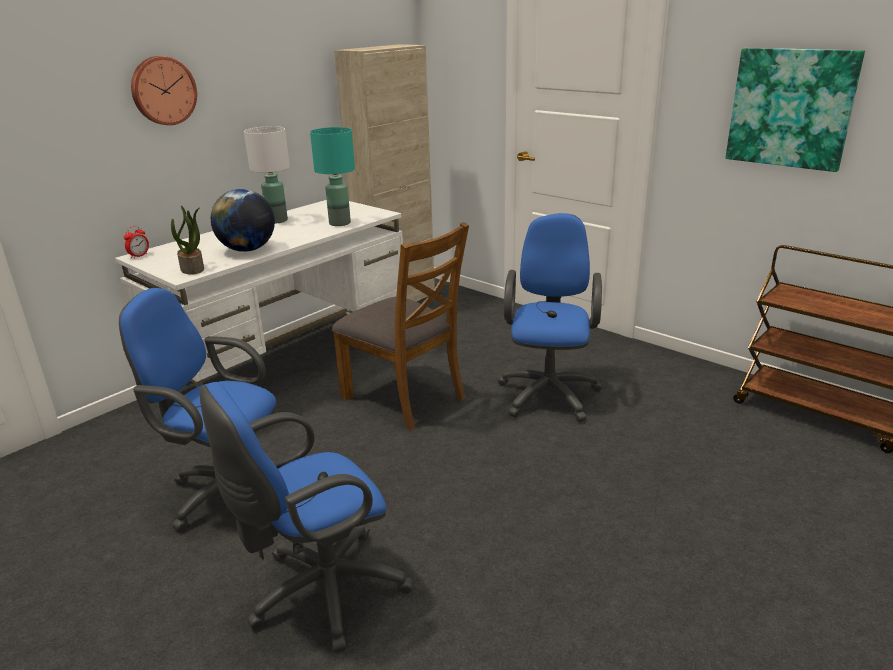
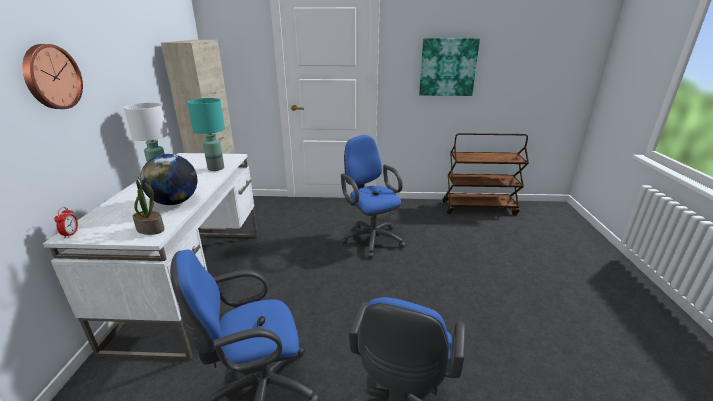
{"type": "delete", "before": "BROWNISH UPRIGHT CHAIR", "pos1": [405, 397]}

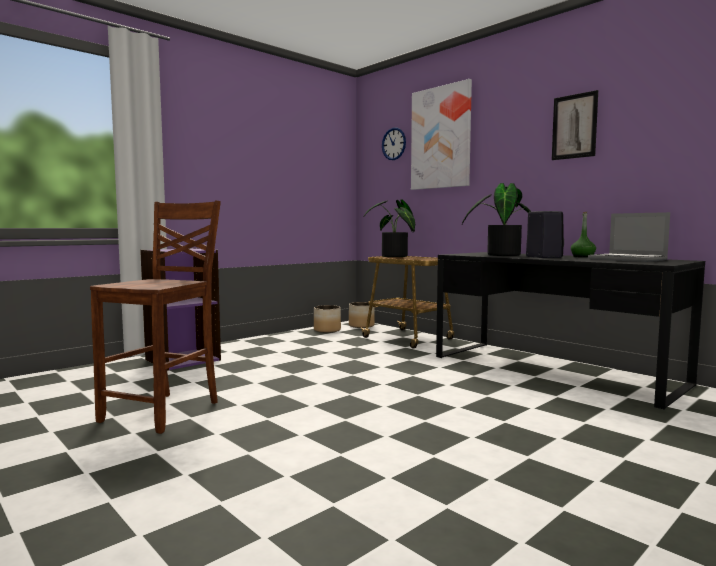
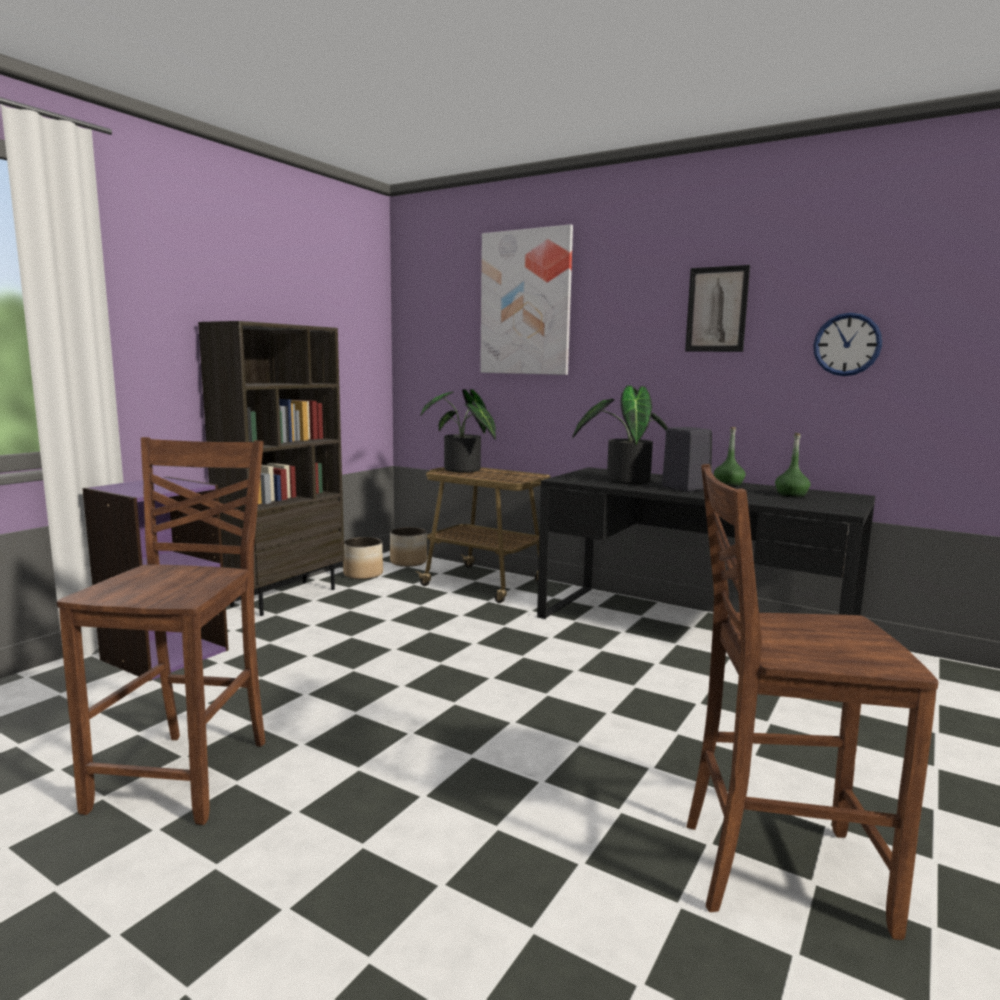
{"type": "move", "before": "CLOCK ON THE WALL", "pos1": [394, 144], "pos2": [847, 344]}
{"type": "replace", "before": "PORTABLE COMPUTER", "after": "GREENISH DRINK BOTTLE", "pos1": [628, 259], "pos2": [791, 495]}
{"type": "insert", "after": "BROWNISH SHELVING UNIT", "pos2": [284, 597]}
{"type": "insert", "after": "BROWNISH UPRIGHT CHAIR", "pos2": [776, 870]}

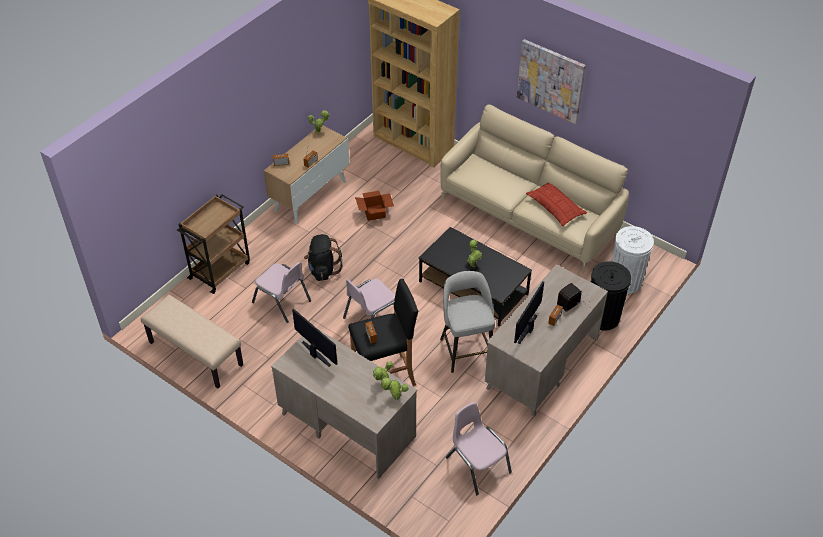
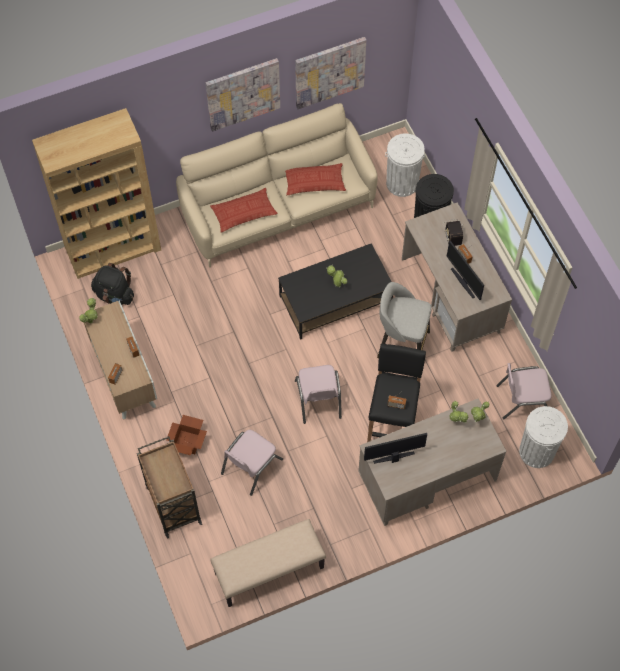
{"type": "move", "before": "CARDBOARD BOX", "pos1": [375, 213], "pos2": [188, 441]}
{"type": "move", "before": "BLACK-COLOURED KNAPSACK", "pos1": [323, 269], "pos2": [115, 295]}
{"type": "rotate", "before": "PINK UPRIGHT CHAIR", "pos1": [282, 301], "pos2": [251, 466], "turn": 150}
{"type": "insert", "after": "PICTURE", "pos2": [329, 72]}
{"type": "insert", "after": "PILLOW", "pos2": [244, 212]}
{"type": "insert", "after": "WHITE RUBBISH BIN", "pos2": [536, 451]}

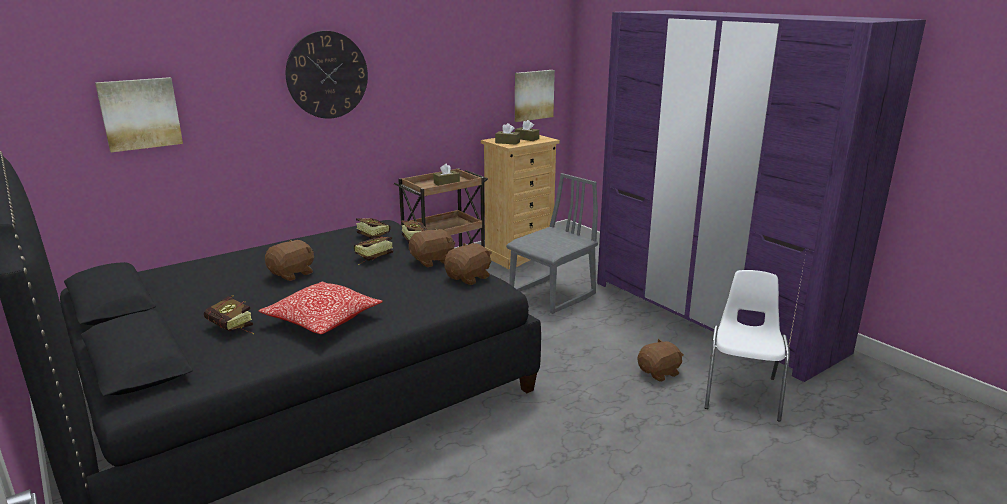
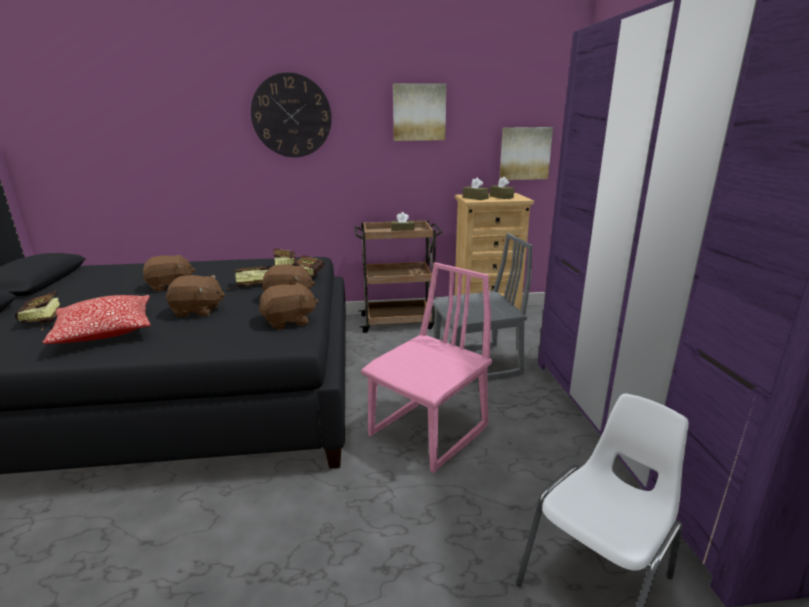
{"type": "move", "before": "PICTURE", "pos1": [140, 114], "pos2": [419, 112]}
{"type": "move", "before": "BROWNISH CUDDLY TOY", "pos1": [659, 373], "pos2": [198, 311]}
{"type": "insert", "after": "PINK UPRIGHT CHAIR", "pos2": [429, 432]}

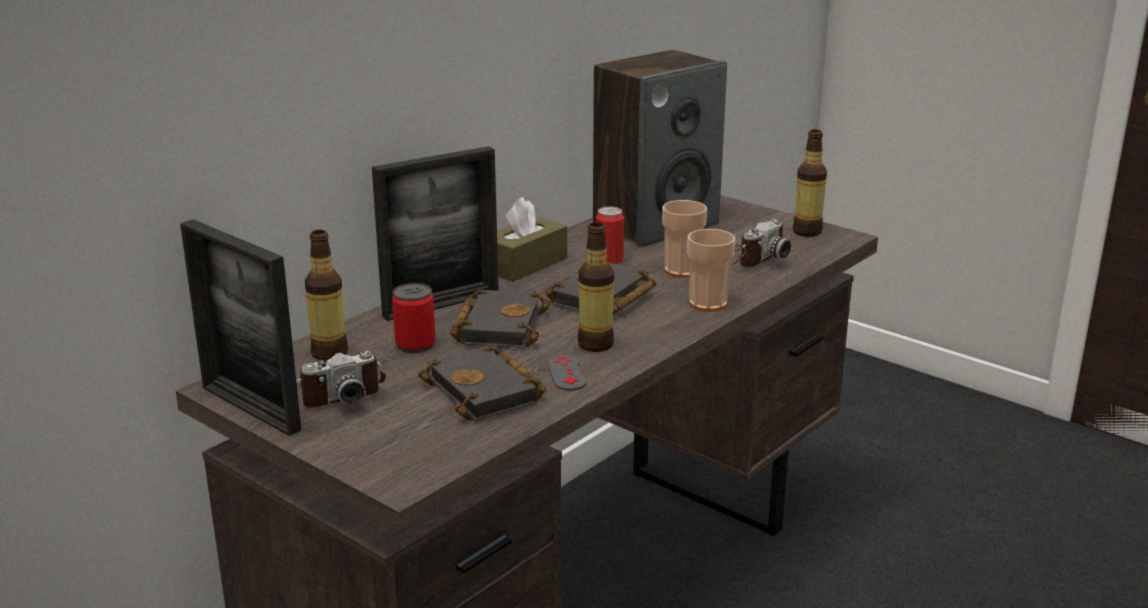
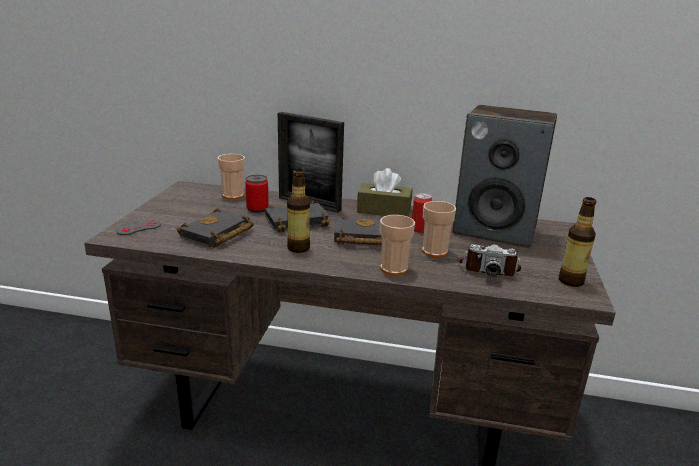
{"type": "delete", "before": "PICTURE FRAME", "pos1": [250, 408]}
{"type": "replace", "before": "DRINK BOTTLE", "after": "DRINKING CUP", "pos1": [329, 353], "pos2": [233, 195]}
{"type": "delete", "before": "STILL CAMERA", "pos1": [334, 394]}
{"type": "move", "before": "GRAY JOYPAD", "pos1": [566, 373], "pos2": [139, 228]}

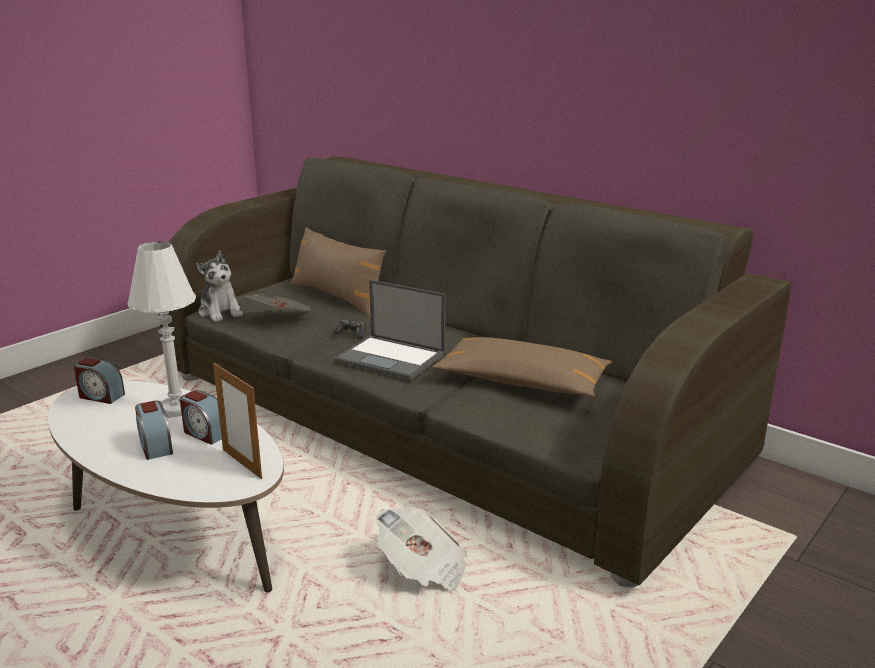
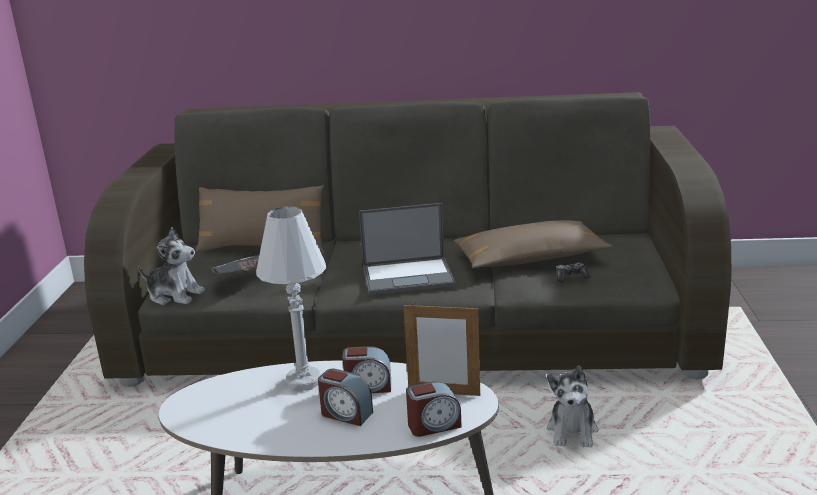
{"type": "move", "before": "JOYPAD", "pos1": [351, 333], "pos2": [571, 277]}
{"type": "move", "before": "TABLE CLOCK", "pos1": [100, 396], "pos2": [434, 425]}
{"type": "replace", "before": "PRINTED PAPER", "after": "CUDDLY TOY", "pos1": [424, 570], "pos2": [572, 431]}

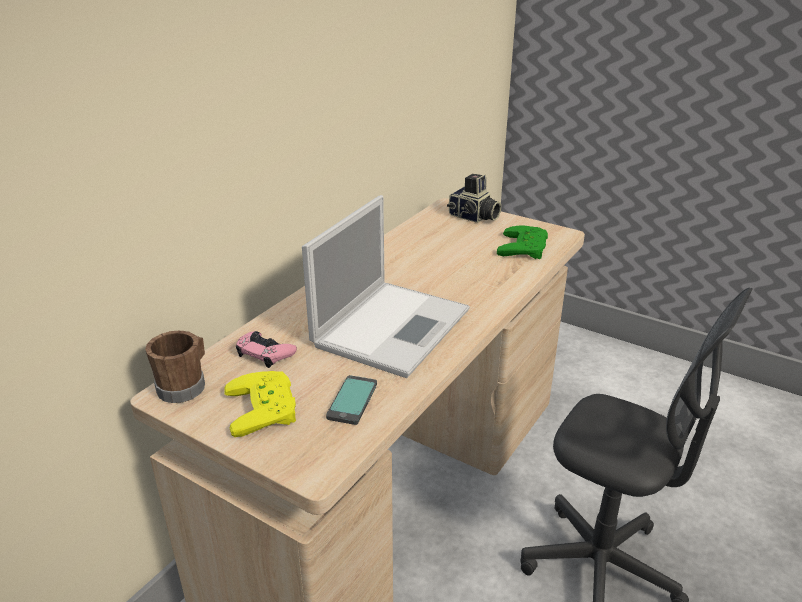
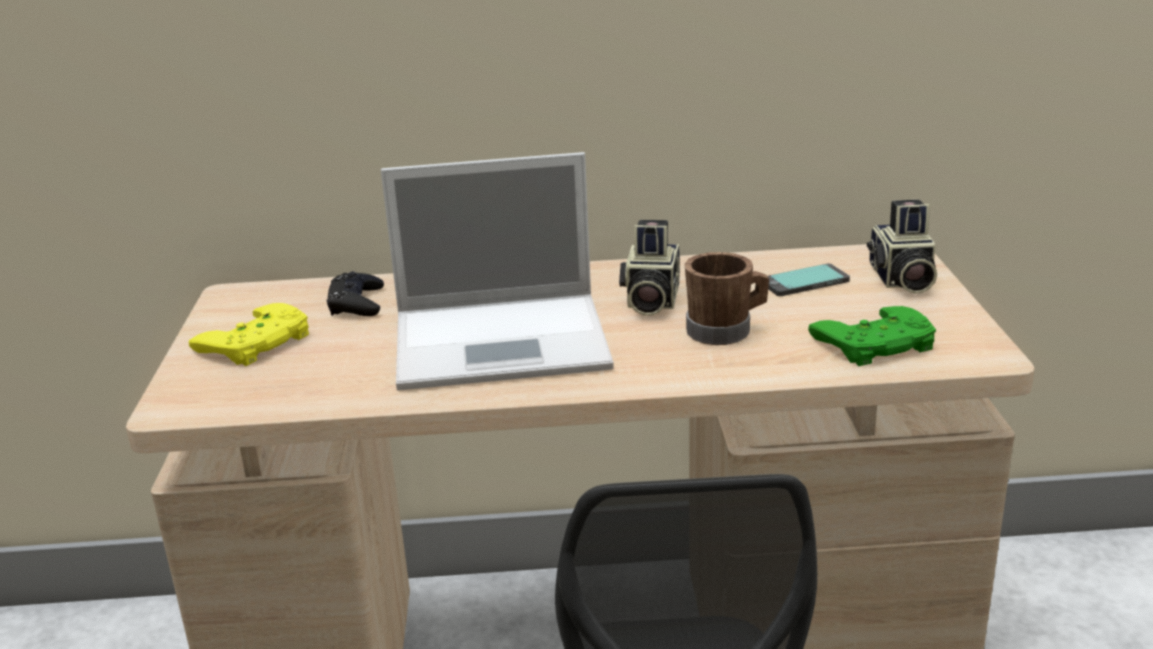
{"type": "move", "before": "BROWNISH TEA MUG", "pos1": [185, 385], "pos2": [725, 330]}
{"type": "recolor", "before": "PINK JOYPAD", "after": "BLACK-COLOURED JOYPAD", "pos1": [265, 353], "pos2": [357, 303]}
{"type": "move", "before": "HANDSET", "pos1": [352, 401], "pos2": [805, 282]}
{"type": "insert", "after": "STILL CAMERA", "pos2": [649, 300]}

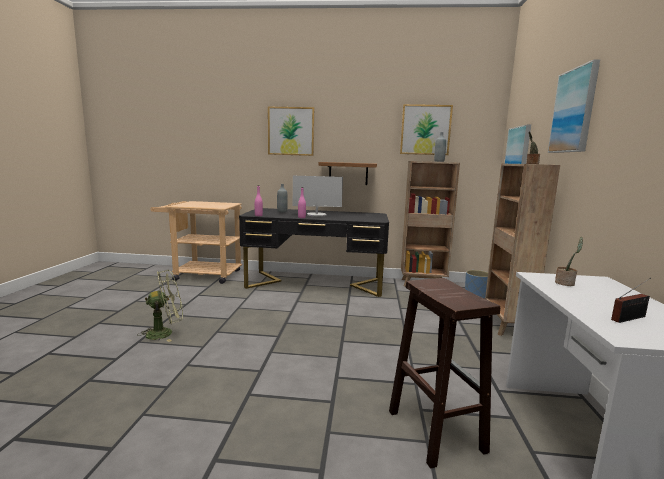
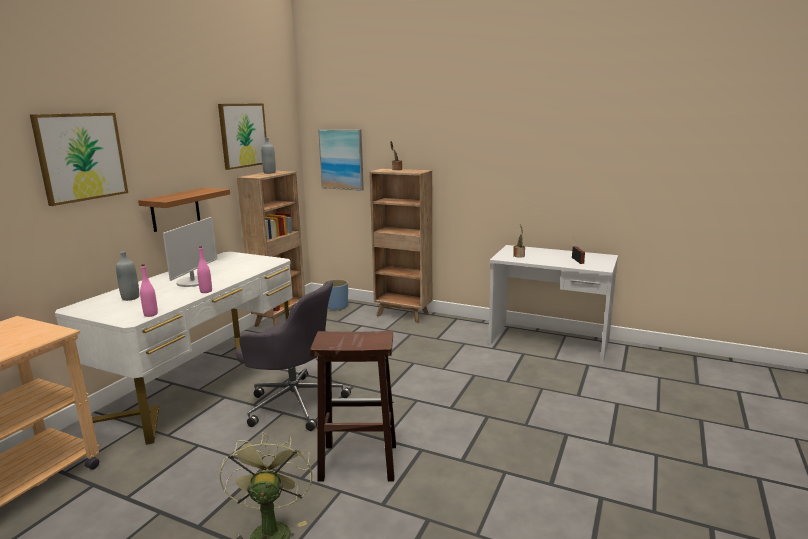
{"type": "delete", "before": "PICTURE", "pos1": [574, 111]}
{"type": "recolor", "before": "BLACK-COLOURED DESK UNIT", "after": "WHITE DESK UNIT", "pos1": [315, 283], "pos2": [202, 381]}
{"type": "move", "before": "BROWNISH STOOL SEAT", "pos1": [434, 430], "pos2": [357, 462]}
{"type": "insert", "after": "GRAY DESK CHAIR", "pos2": [294, 403]}

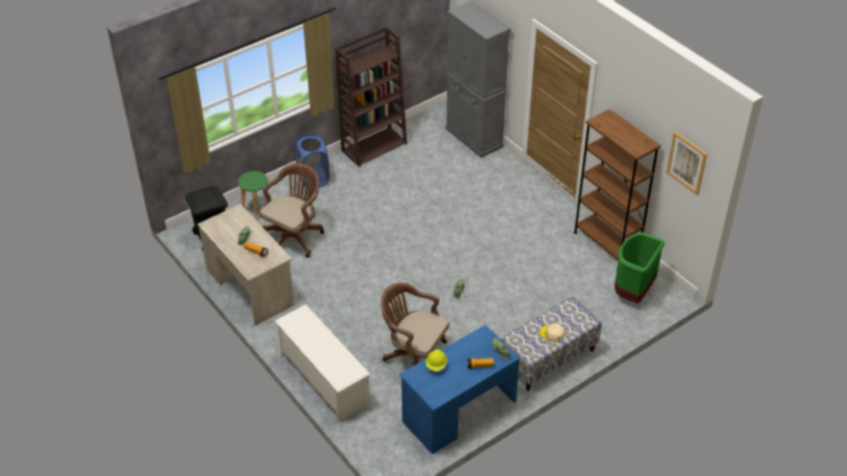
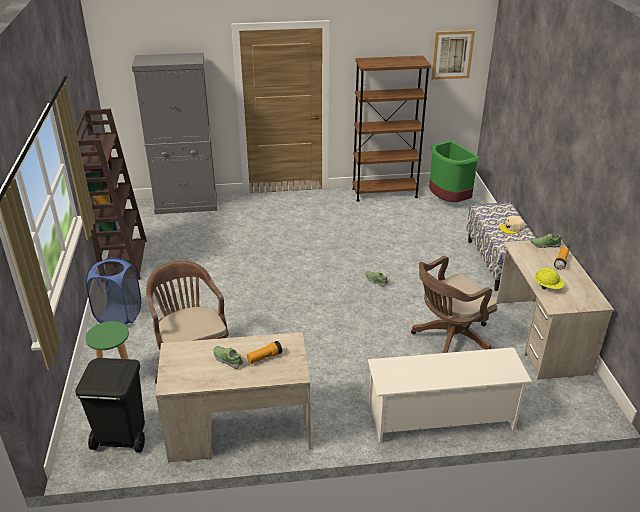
{"type": "recolor", "before": "BLUISH DESK UNIT", "after": "SAND-COLOURED DESK UNIT", "pos1": [459, 412], "pos2": [541, 337]}

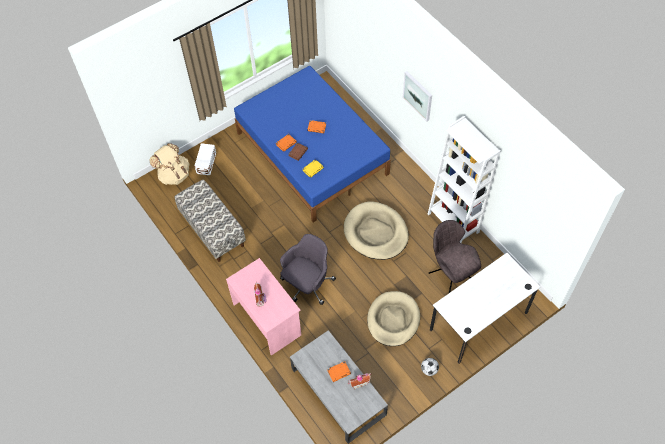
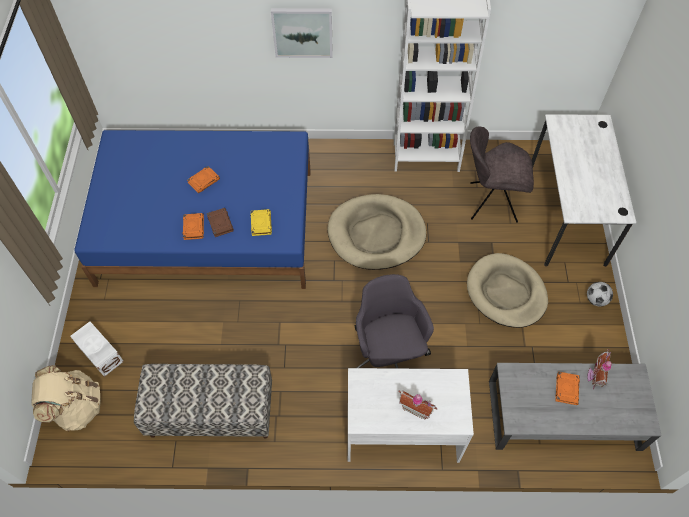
{"type": "recolor", "before": "PINK DESK UNIT", "after": "WHITE DESK UNIT", "pos1": [267, 319], "pos2": [402, 431]}

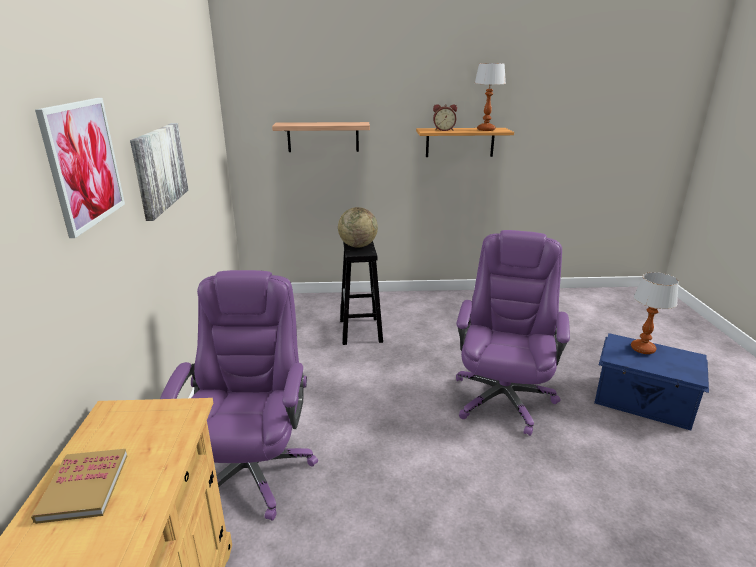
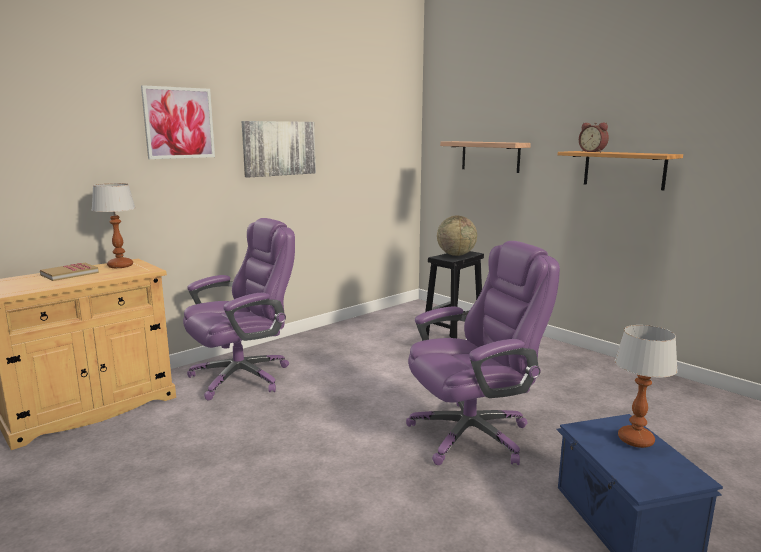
{"type": "move", "before": "TABLE LAMP", "pos1": [485, 130], "pos2": [120, 266]}

